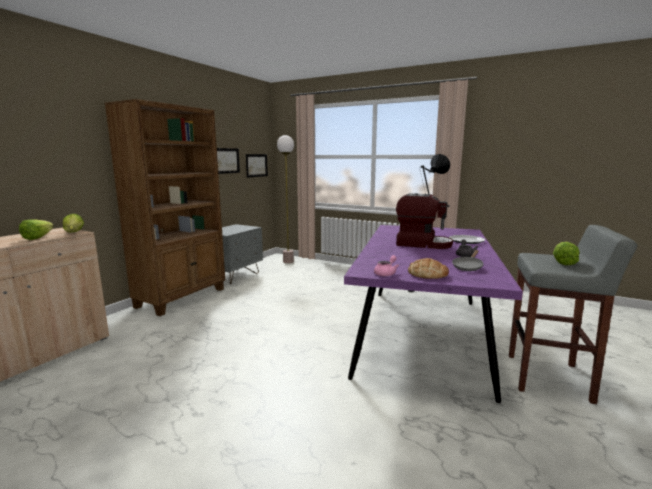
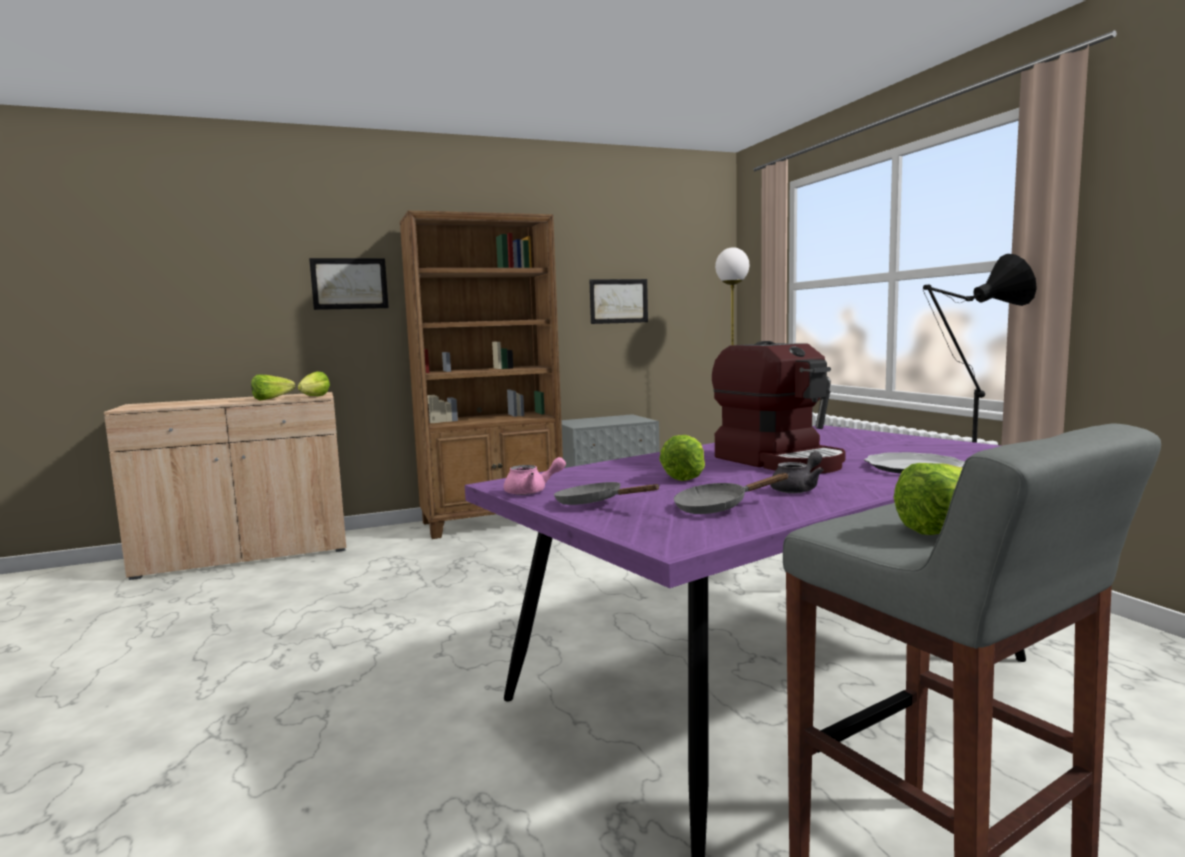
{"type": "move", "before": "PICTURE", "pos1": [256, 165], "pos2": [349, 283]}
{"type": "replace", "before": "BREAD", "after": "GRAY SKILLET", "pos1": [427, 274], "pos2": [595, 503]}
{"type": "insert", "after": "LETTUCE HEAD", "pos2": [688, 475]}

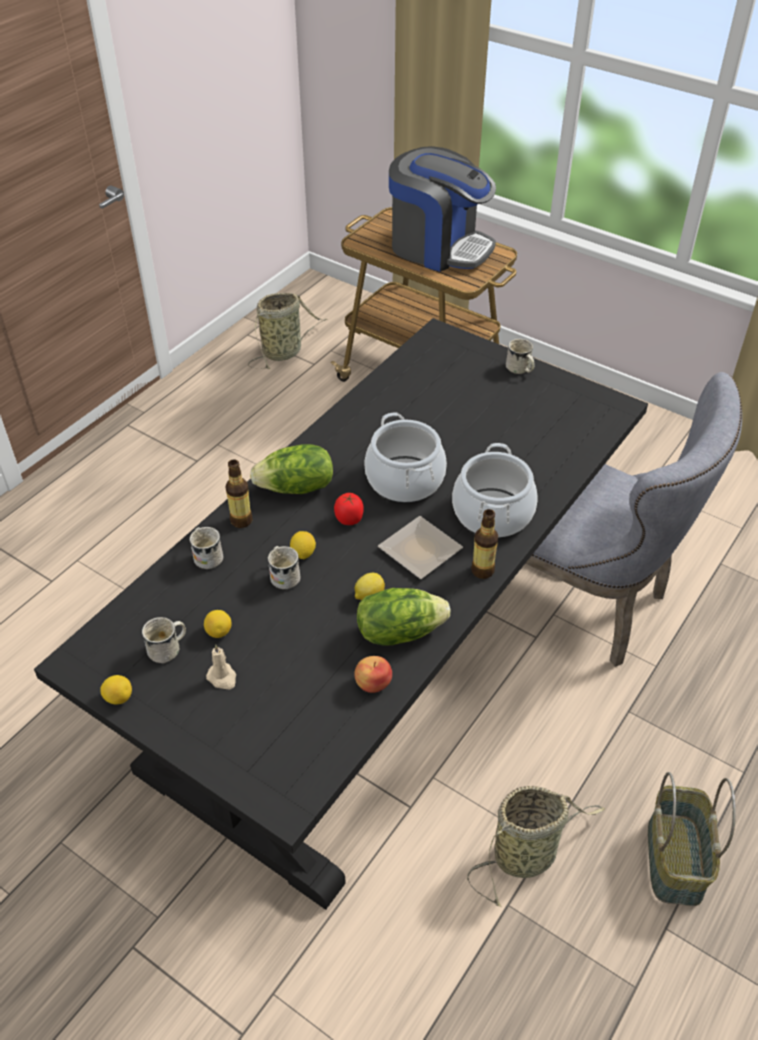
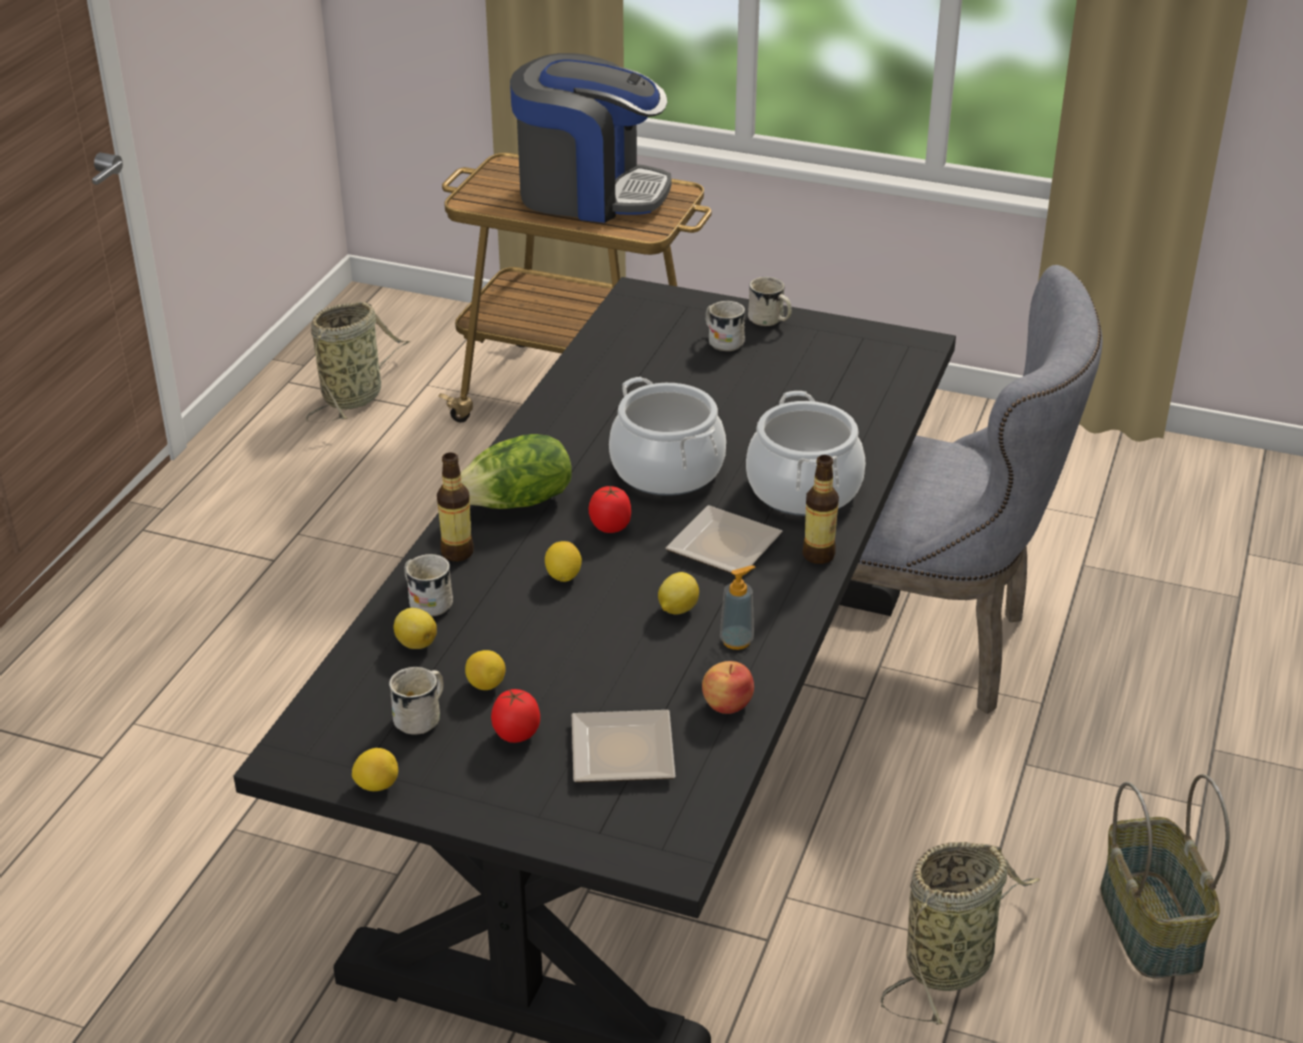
{"type": "move", "before": "WHITE TEA MUG", "pos1": [284, 575], "pos2": [722, 341]}
{"type": "replace", "before": "LETTUCE HEAD", "after": "SOAP DISPENSER", "pos1": [399, 631], "pos2": [736, 641]}
{"type": "replace", "before": "SAND-COLOURED WAX CANDLE", "after": "FRESH TOMATO", "pos1": [222, 678], "pos2": [516, 736]}
{"type": "insert", "after": "WHOLE LEMON", "pos2": [415, 642]}
{"type": "insert", "after": "PLATE", "pos2": [626, 749]}

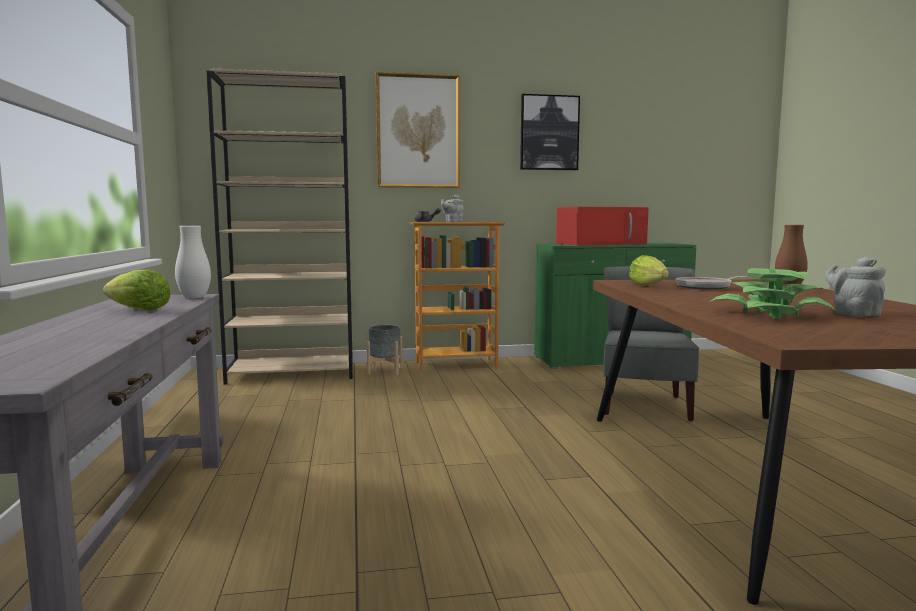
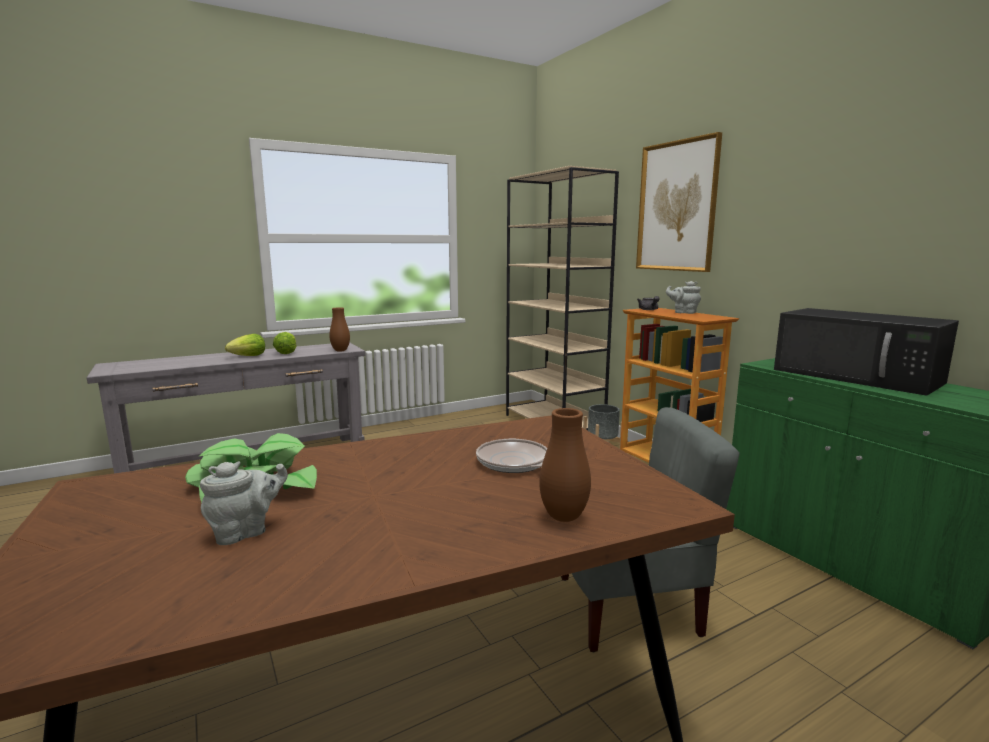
{"type": "delete", "before": "PICTURE", "pos1": [549, 133]}
{"type": "recolor", "before": "RED KITCHEN MICROWAVE", "after": "BLACK-COLOURED KITCHEN MICROWAVE", "pos1": [602, 244], "pos2": [858, 376]}
{"type": "recolor", "before": "WHITE DECORATIVE VASE", "after": "BROWNISH DECORATIVE VASE", "pos1": [194, 298], "pos2": [340, 350]}
{"type": "move", "before": "LETTUCE HEAD", "pos1": [648, 285], "pos2": [249, 356]}

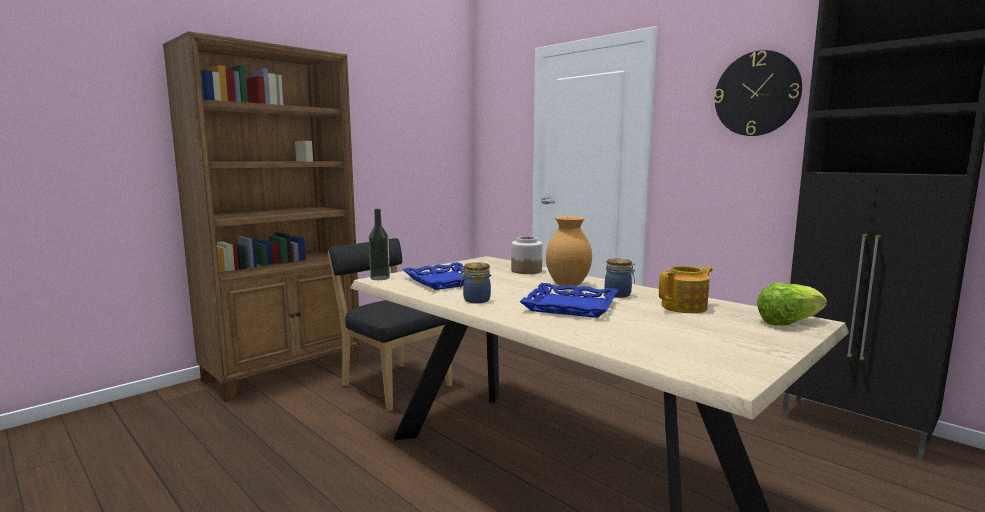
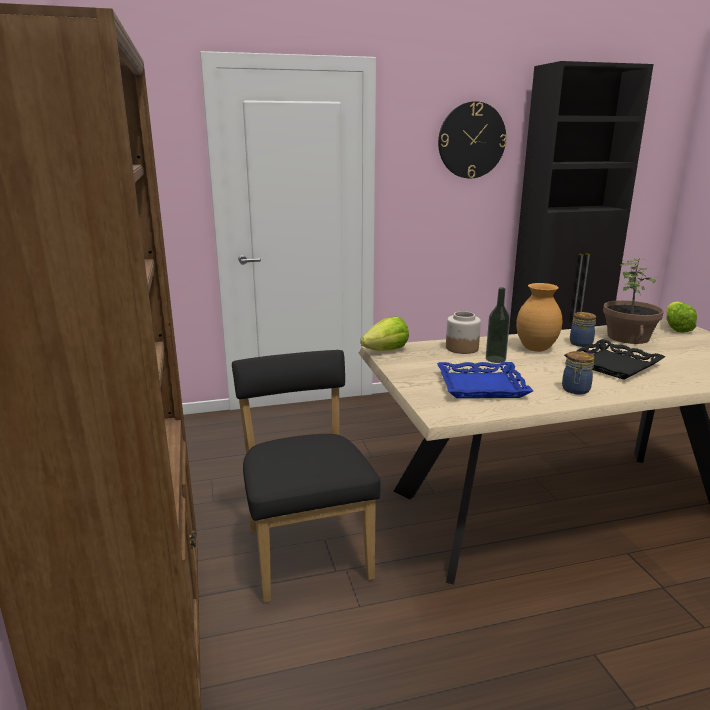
{"type": "move", "before": "DRINK BOTTLE", "pos1": [380, 278], "pos2": [495, 359]}
{"type": "rotate", "before": "BLACK-COLOURED UPRIGHT CHAIR", "pos1": [393, 384], "pos2": [306, 549], "turn": 90}
{"type": "replace", "before": "TEAPOT", "after": "POTTED PLANT", "pos1": [685, 307], "pos2": [628, 337]}
{"type": "recolor", "before": "BLUISH SERVING TRAY", "after": "BLACK-COLOURED SERVING TRAY", "pos1": [570, 306], "pos2": [613, 365]}
{"type": "insert", "after": "LETTUCE HEAD", "pos2": [386, 350]}

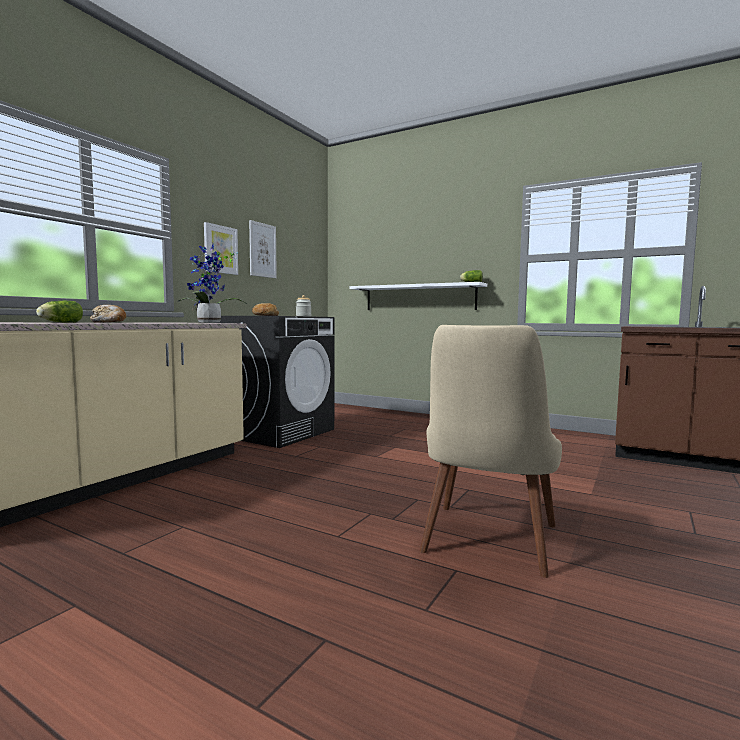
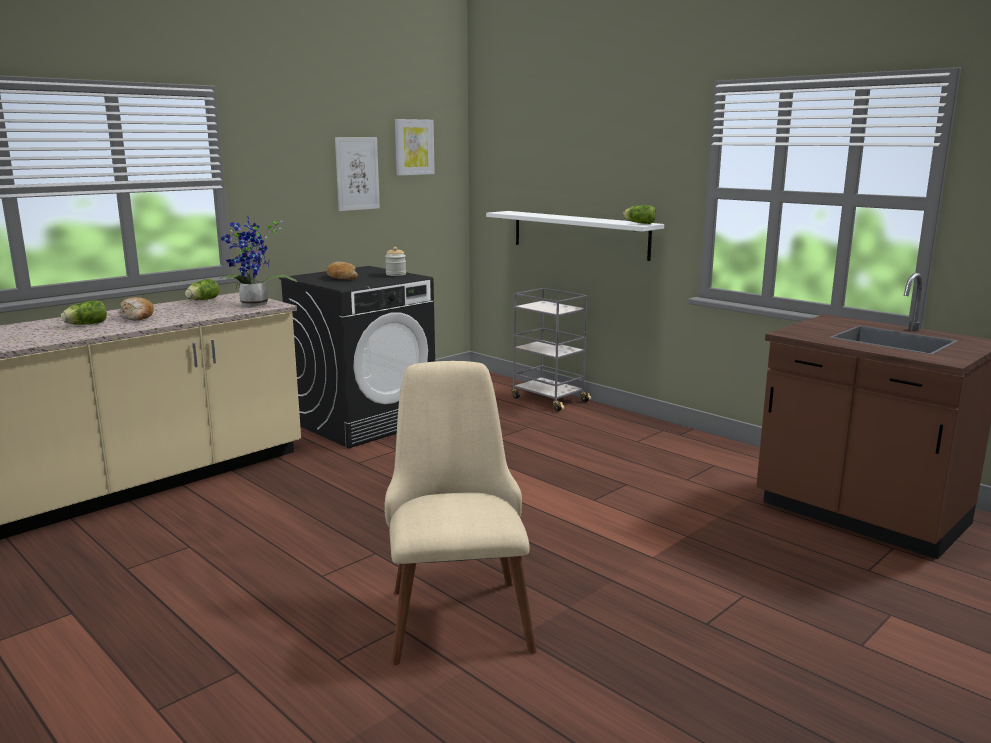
{"type": "move", "before": "PICTURE", "pos1": [220, 249], "pos2": [413, 147]}
{"type": "rotate", "before": "SAND-COLOURED UPRIGHT CHAIR", "pos1": [487, 546], "pos2": [456, 607], "turn": 135}
{"type": "insert", "after": "LETTUCE HEAD", "pos2": [202, 300]}
{"type": "insert", "after": "GRAY WHEELED CART", "pos2": [548, 399]}

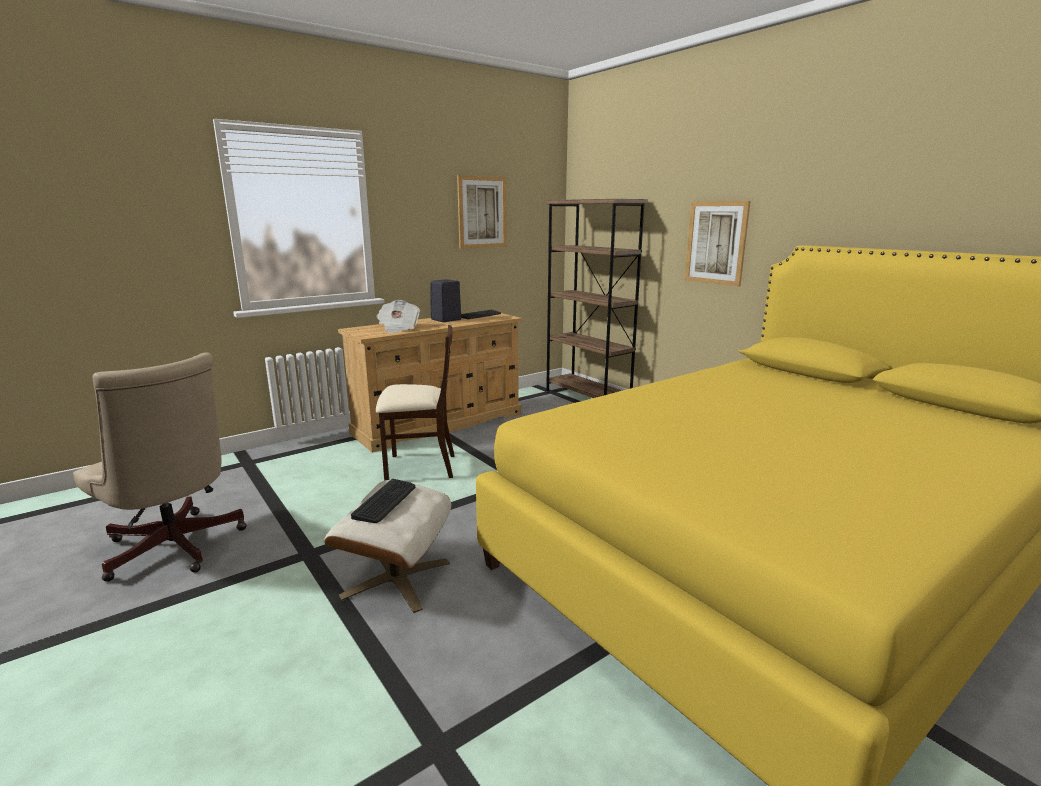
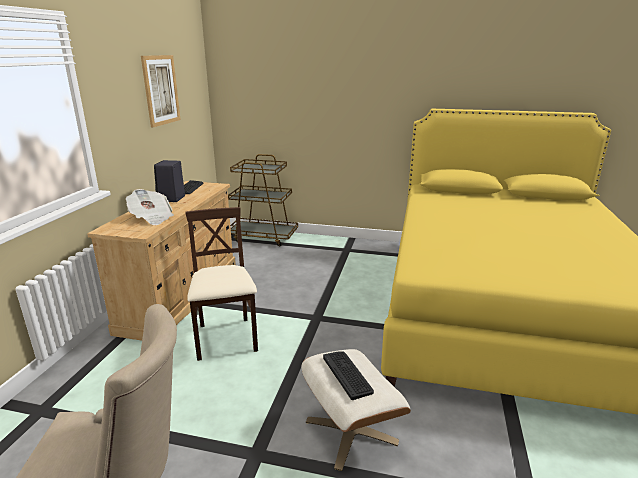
{"type": "replace", "before": "BROWNISH SHELVING UNIT", "after": "BROWNISH WHEELED CART", "pos1": [587, 398], "pos2": [263, 237]}
{"type": "delete", "before": "PICTURE", "pos1": [716, 243]}
{"type": "rotate", "before": "SAND-COLOURED UPRIGHT CHAIR", "pos1": [419, 467], "pos2": [226, 339], "turn": -60}

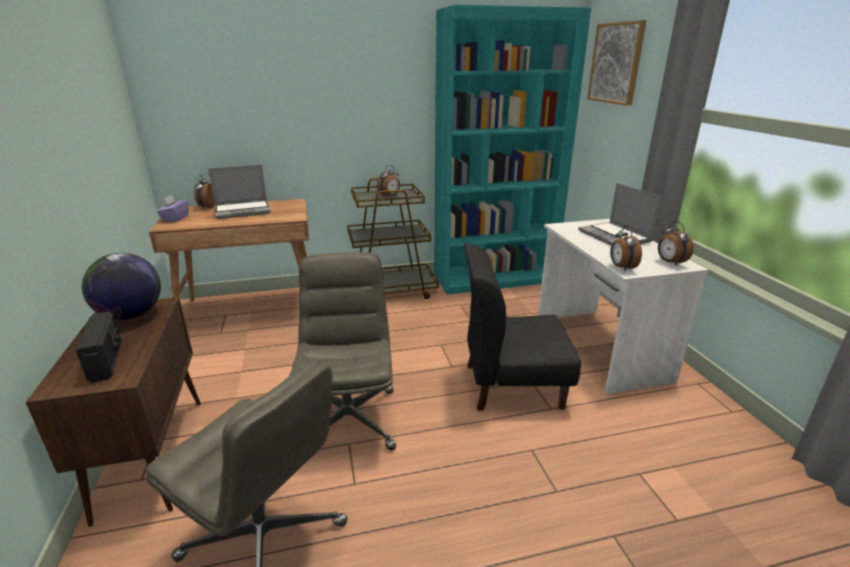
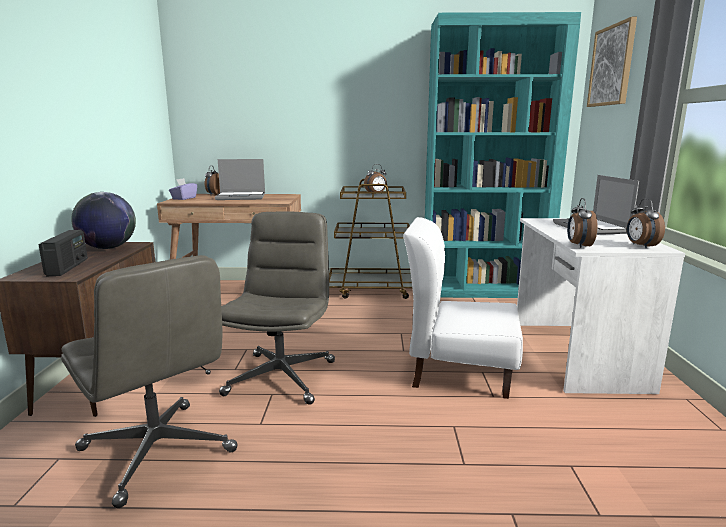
{"type": "recolor", "before": "BLACK-COLOURED UPRIGHT CHAIR", "after": "WHITE UPRIGHT CHAIR", "pos1": [512, 385], "pos2": [459, 372]}

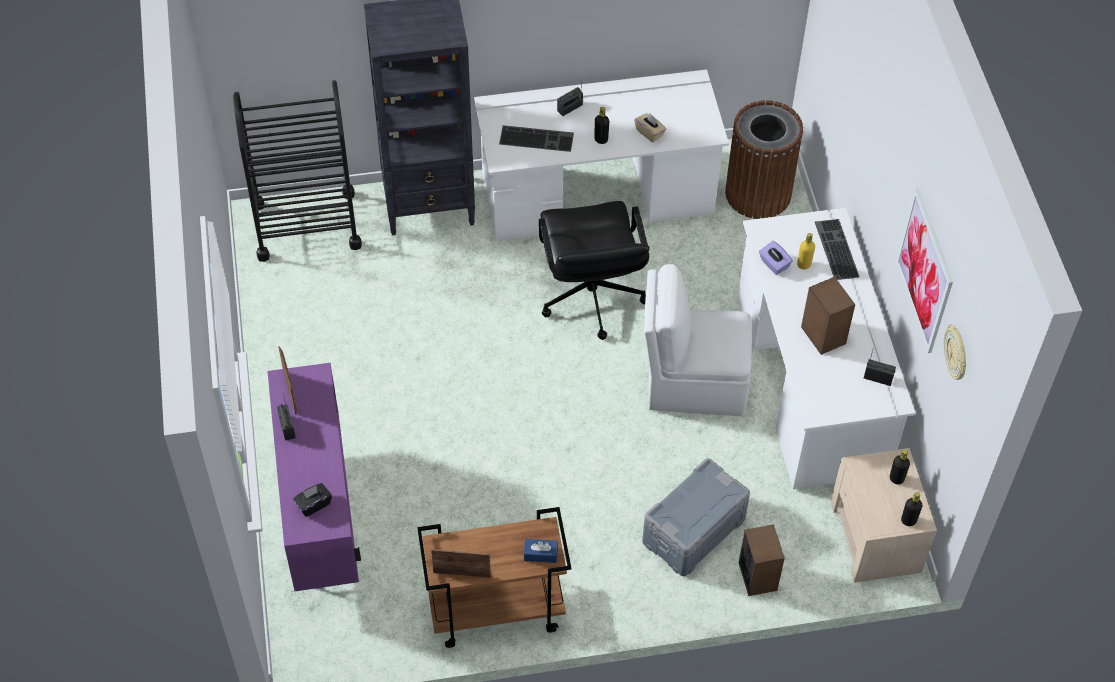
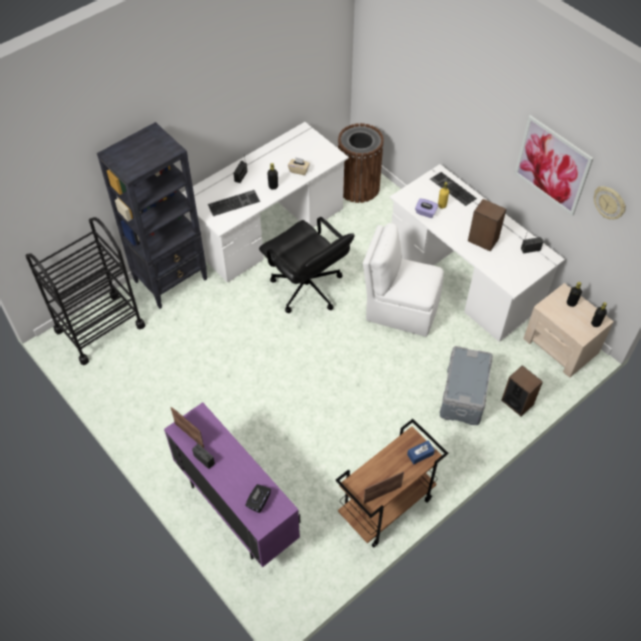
{"type": "rotate", "before": "WHITE UPRIGHT CHAIR", "pos1": [693, 382], "pos2": [400, 309], "turn": 45}

